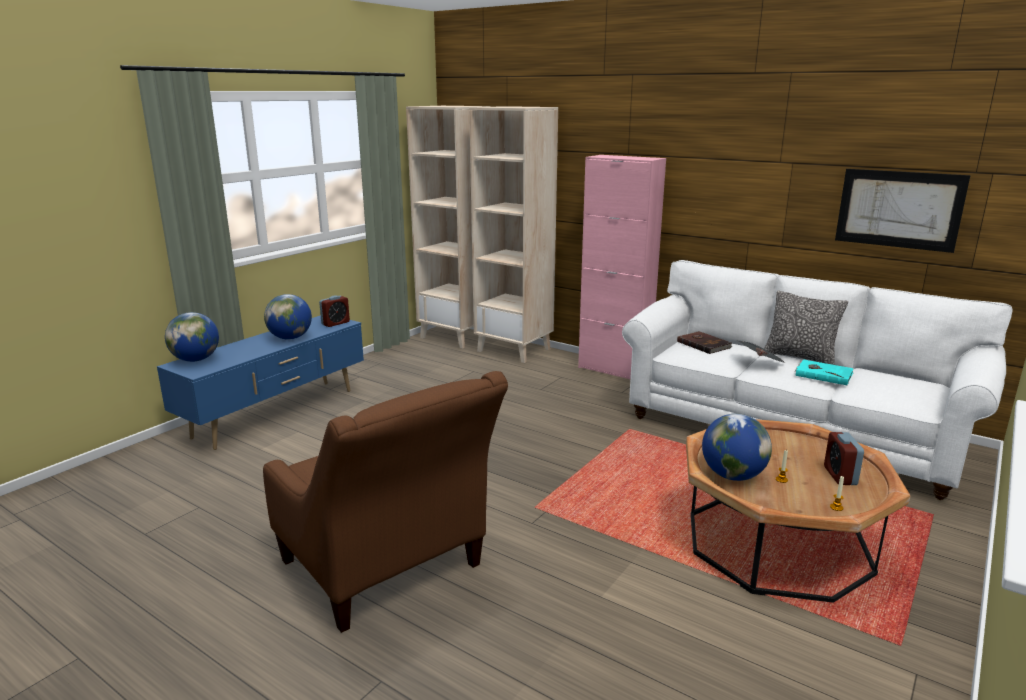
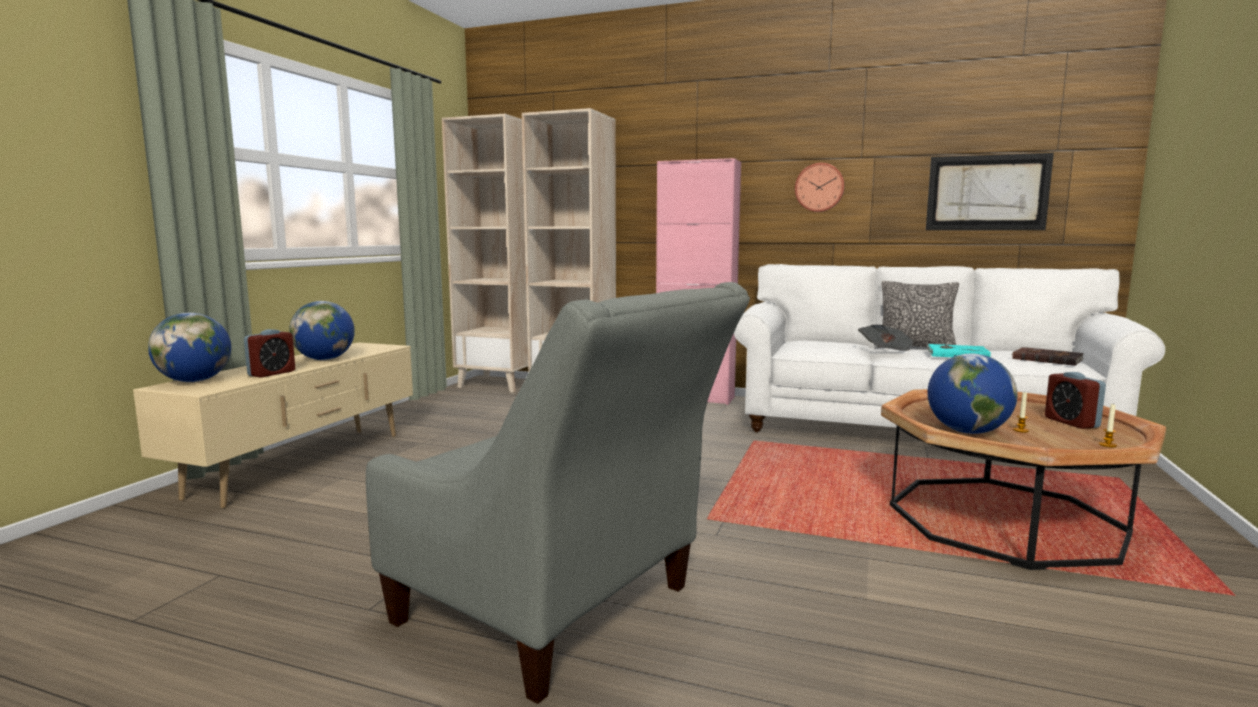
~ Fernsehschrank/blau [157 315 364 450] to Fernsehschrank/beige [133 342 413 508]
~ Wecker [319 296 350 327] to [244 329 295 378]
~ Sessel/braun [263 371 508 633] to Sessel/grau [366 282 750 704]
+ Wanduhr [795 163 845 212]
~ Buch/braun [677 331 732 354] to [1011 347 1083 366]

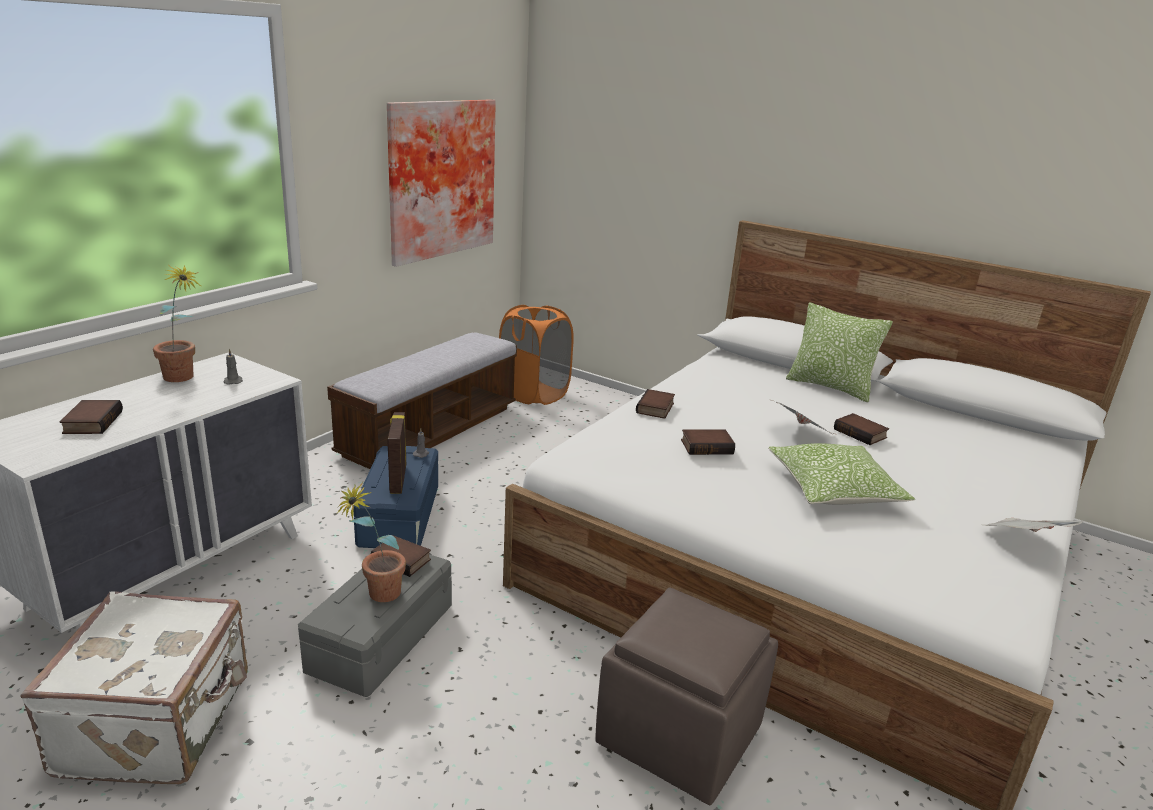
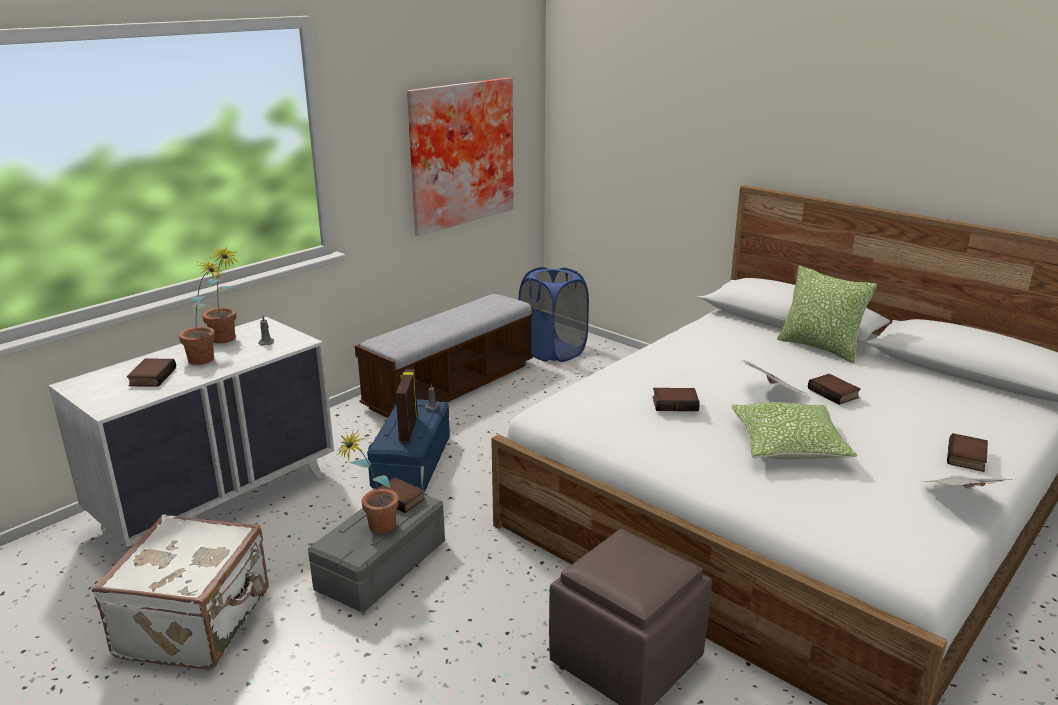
+ Topfpflanze [179 260 226 365]
~ Wäschekorb/orange [499 305 574 405] to Wäschekorb/blau [519 267 589 362]
~ Buch [636 389 675 419] to [947 433 988 472]

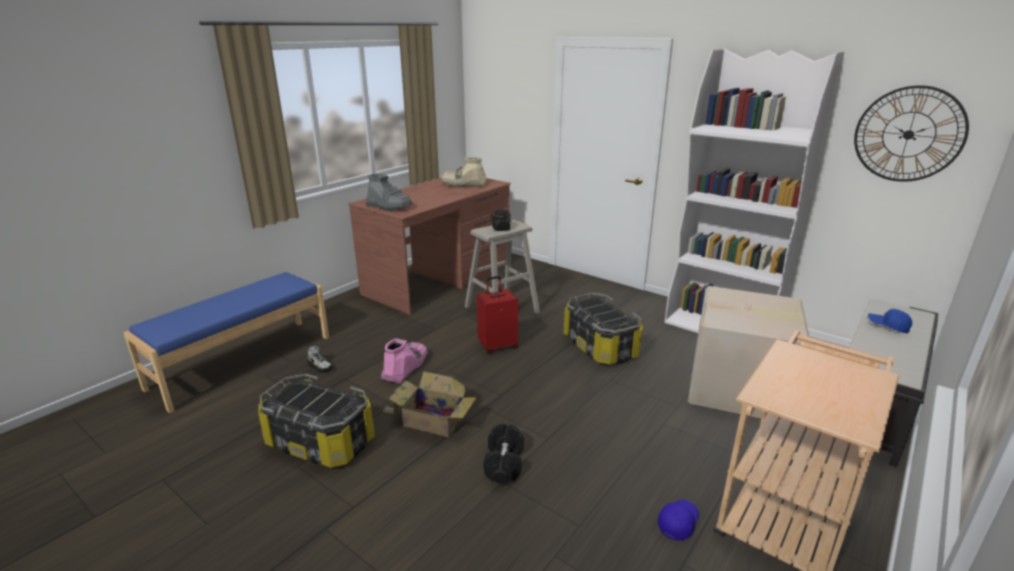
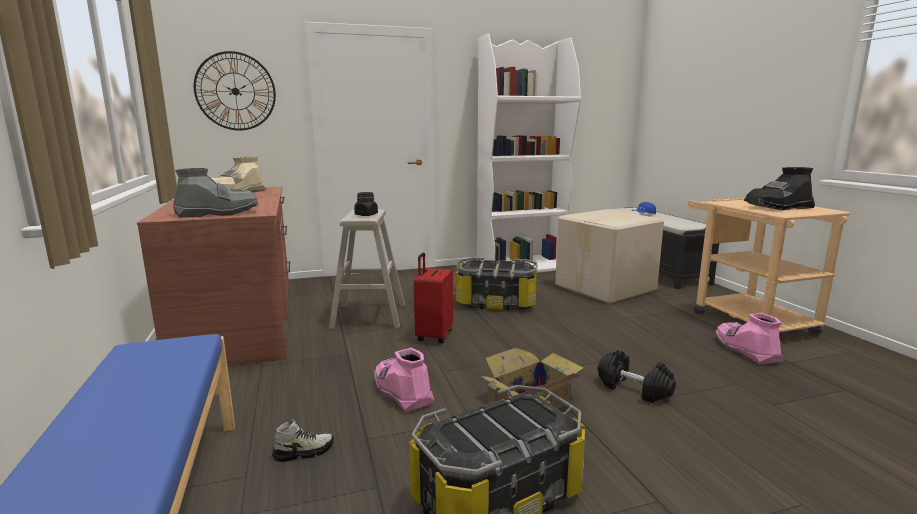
~ Wanduhr [854 85 969 182] to [194 51 276 131]
~ Kappe/blau [658 500 699 540] to Stiefel/rosa [714 313 783 365]
+ Stiefel/schwarz [744 167 815 210]

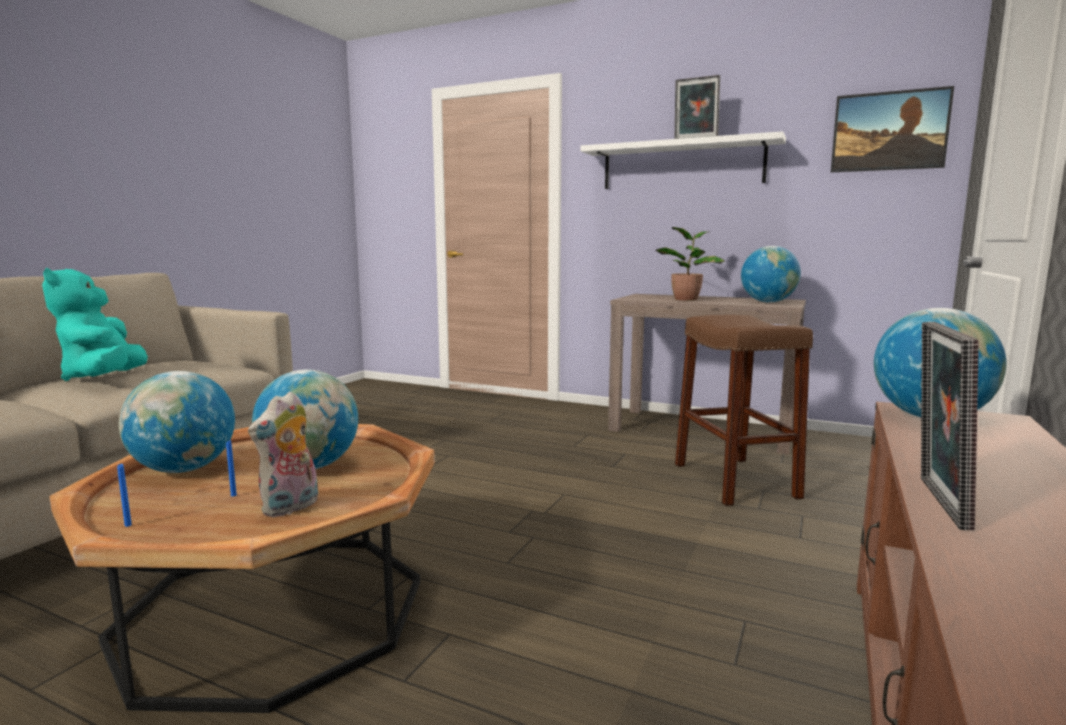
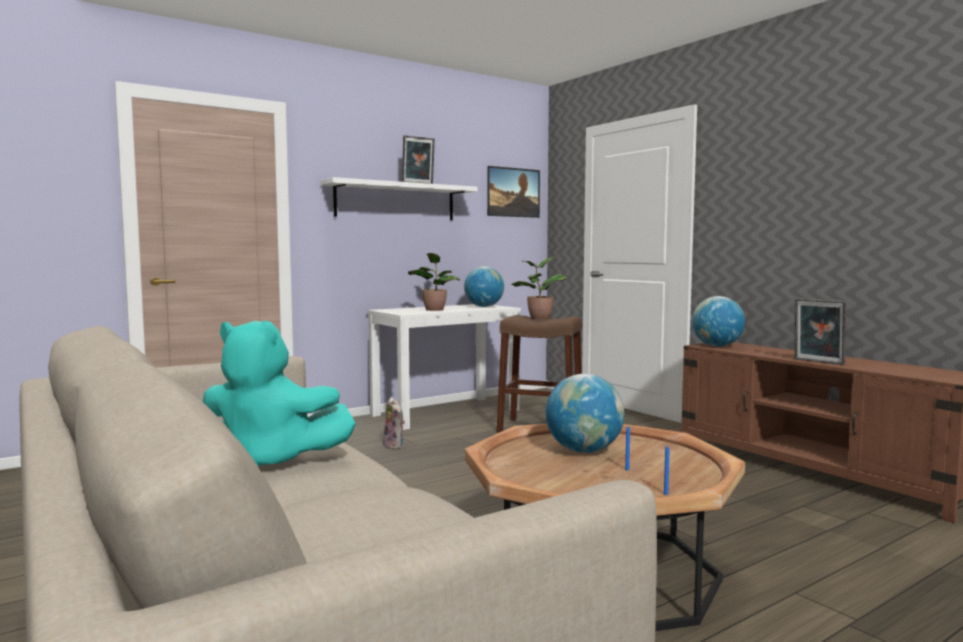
~ Konsolentisch/braun [608 294 806 455] to Konsolentisch/weiß [367 304 521 430]
~ Plüschtier [248 391 318 517] to [383 397 405 450]
+ Topfpflanze [511 257 568 319]
- Globus [119 371 235 473]

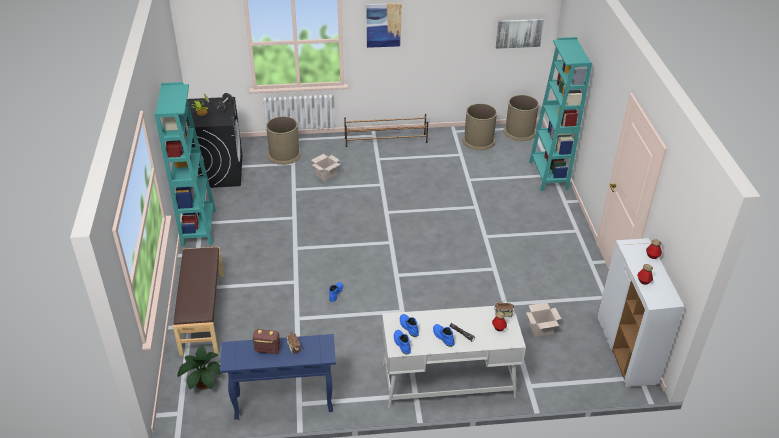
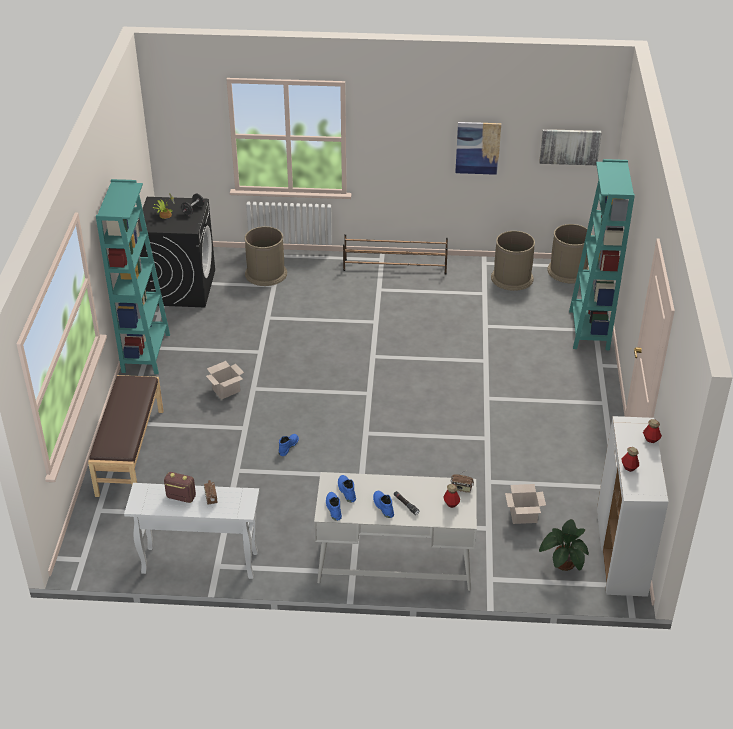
~ Konsolentisch/blau [220 334 336 419] to Konsolentisch/weiß [124 483 259 579]
~ Karton [312 154 341 182] to [206 361 244 400]
~ Bild [366 3 402 48] to [455 122 501 175]
~ Topfpflanze [177 346 221 390] to [539 519 589 571]

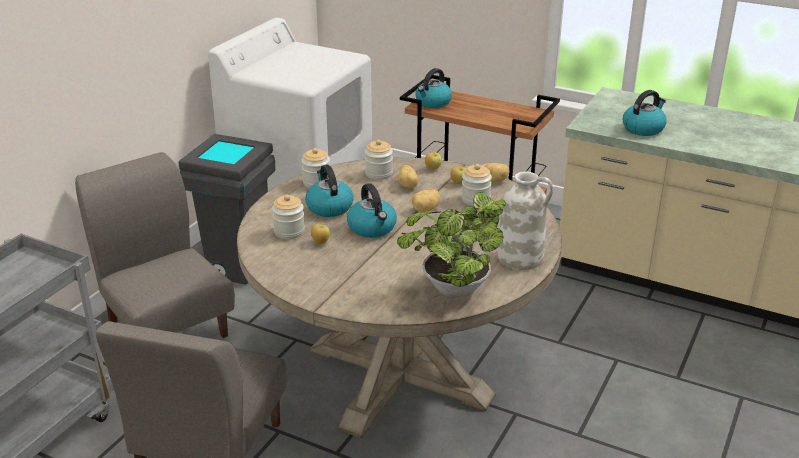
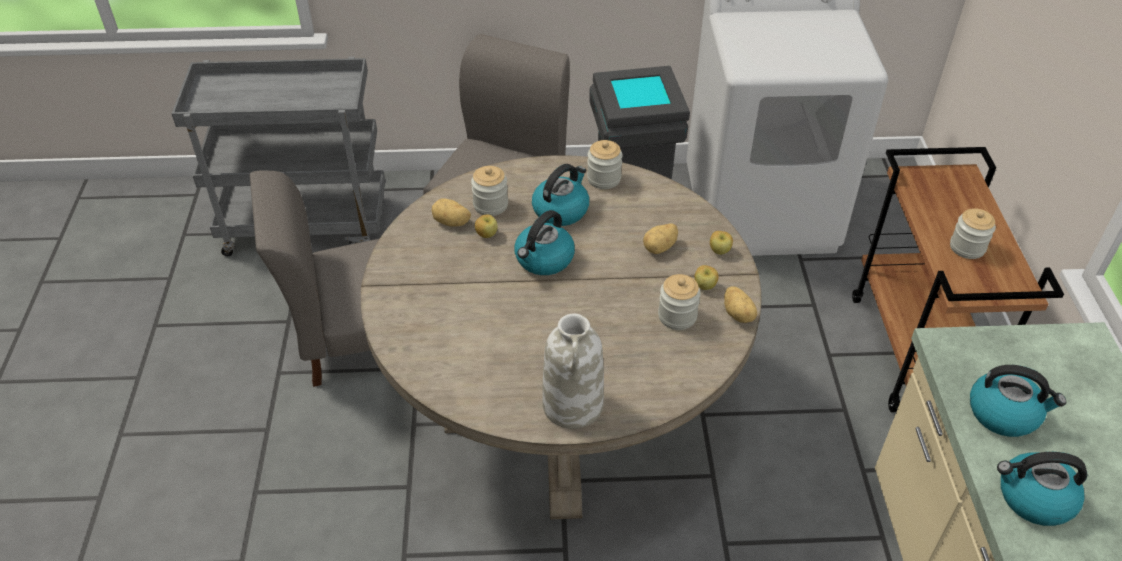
~ Kartoffel [412 189 440 212] to [432 198 471 227]
~ Vorratsglas [365 140 393 180] to [950 208 996 259]
~ Wasserkessel [415 68 452 108] to [997 452 1087 526]
- Topfpflanze [397 192 506 297]

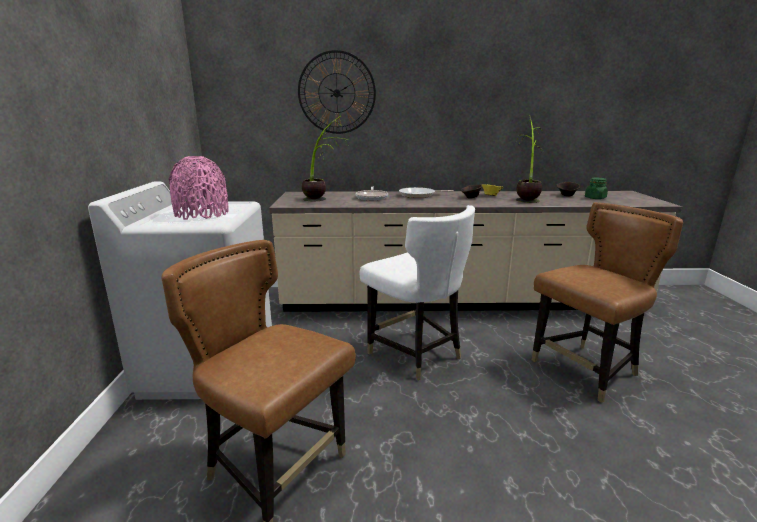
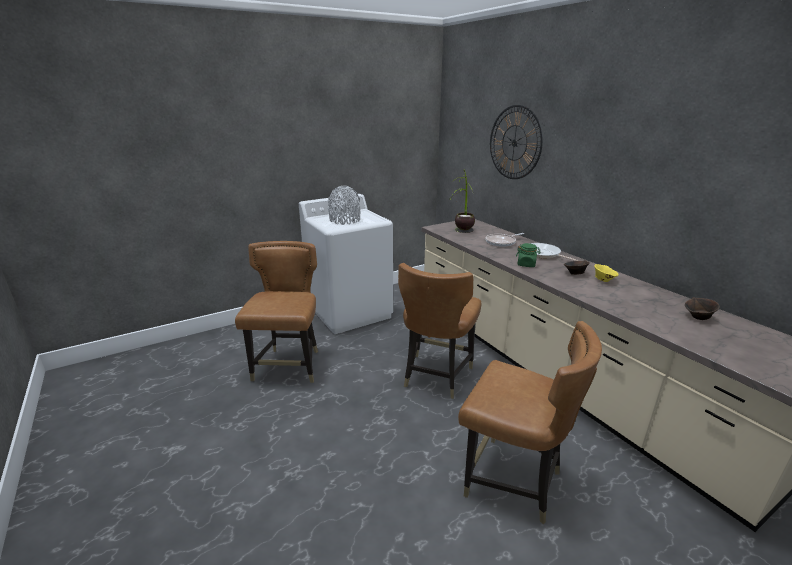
~ Vase/rosa [169 156 229 220] to Vase/grau [328 186 360 225]
~ Stuhl/weiß [359 205 475 380] to Stuhl/braun [398 263 481 399]
~ Vorratsglas/grün [585 178 608 199] to [516 243 541 267]
- Topfpflanze [516 115 544 203]

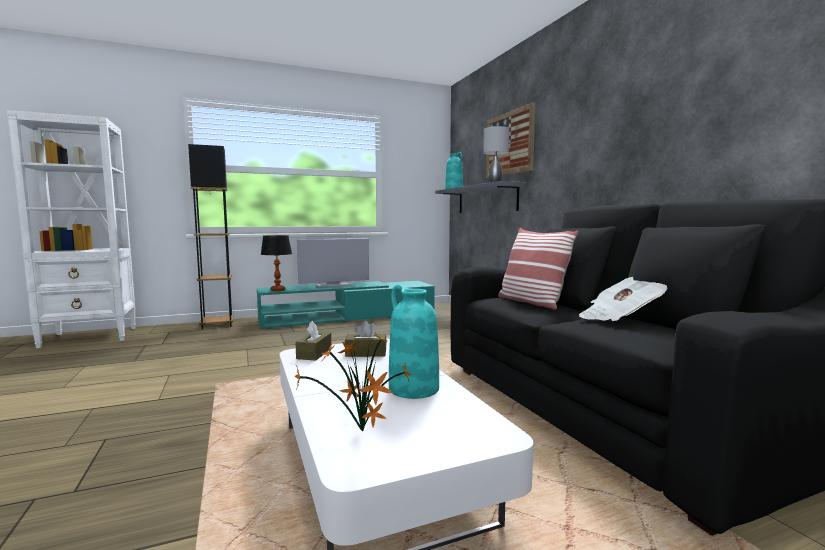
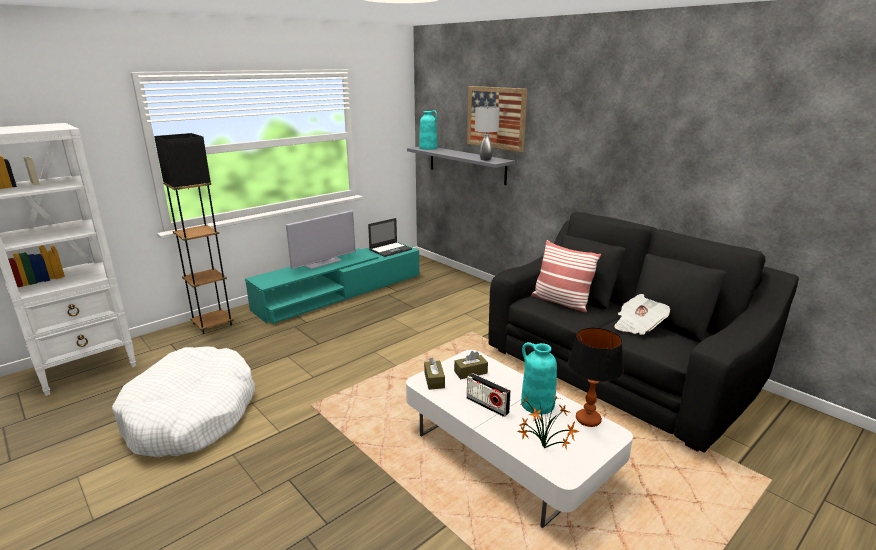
+ Hundebett/weiß [112 347 255 457]
+ Laptop [368 218 412 257]
+ Radio [467 373 511 417]
~ Tischlampe [261 235 292 291] to [568 328 624 427]

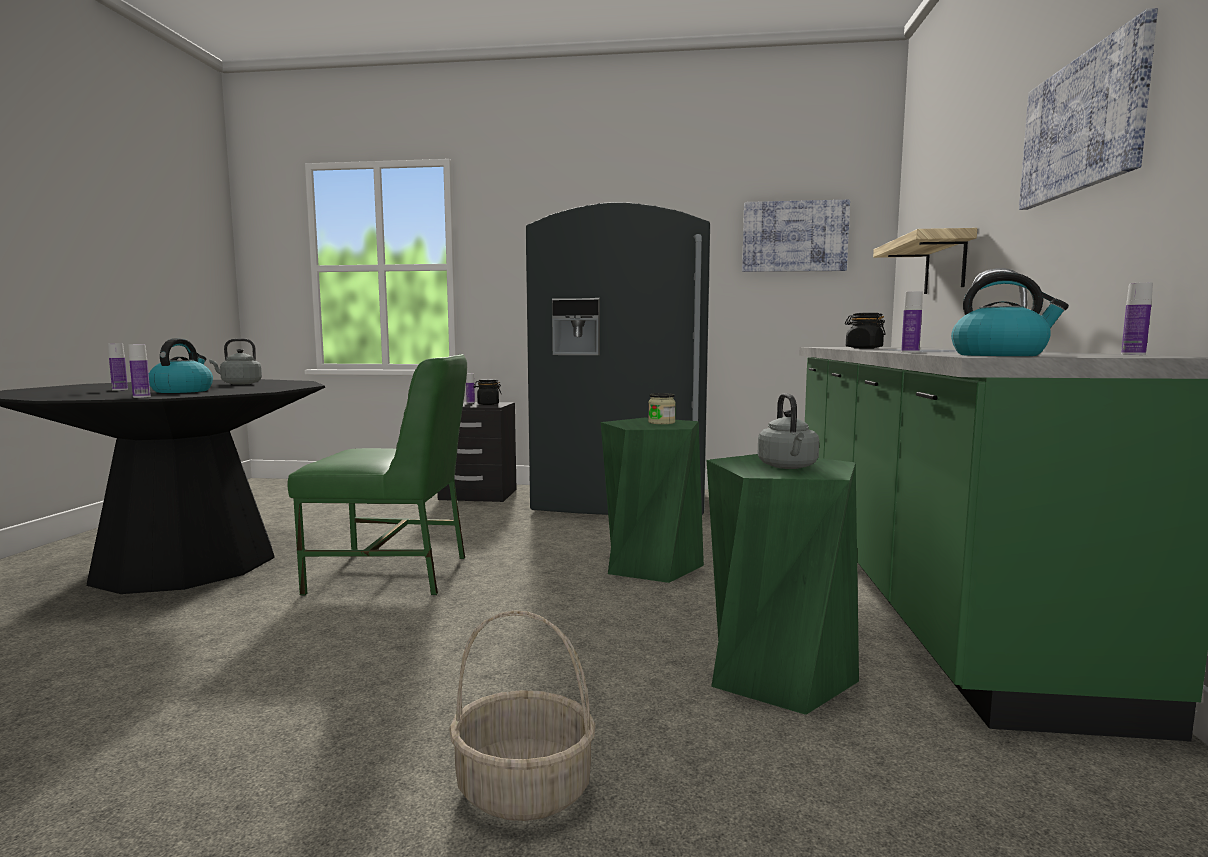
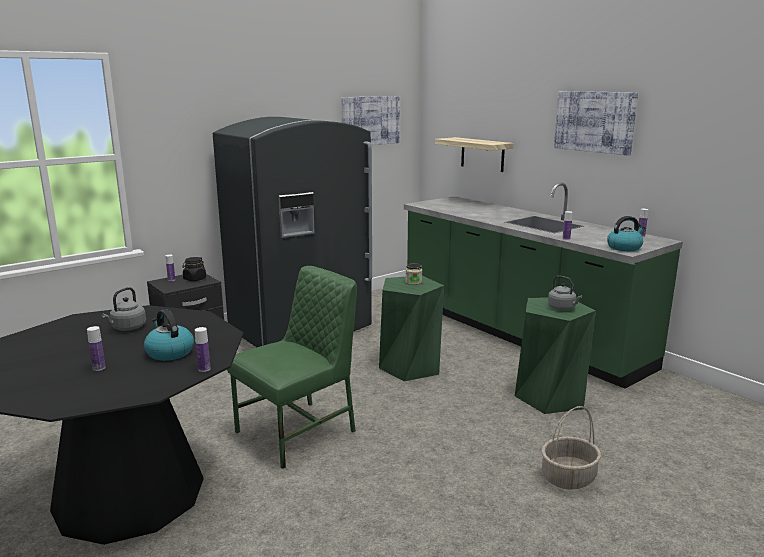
- Vorratsglas/schwarz [845 313 886 349]

